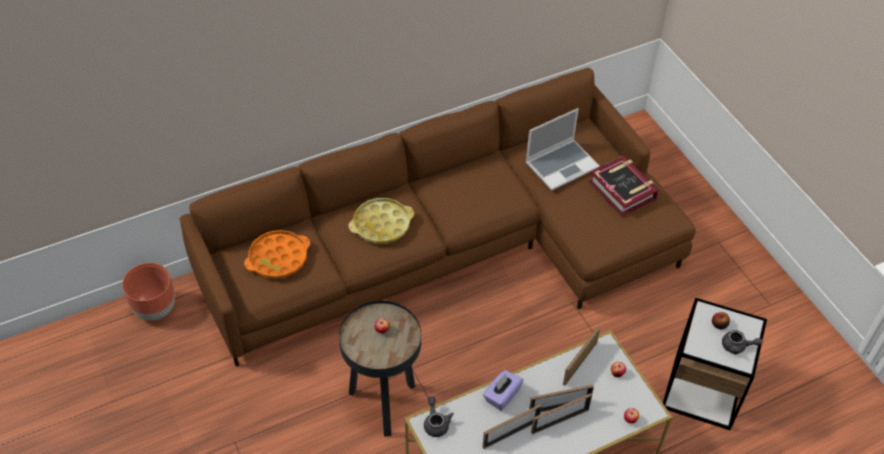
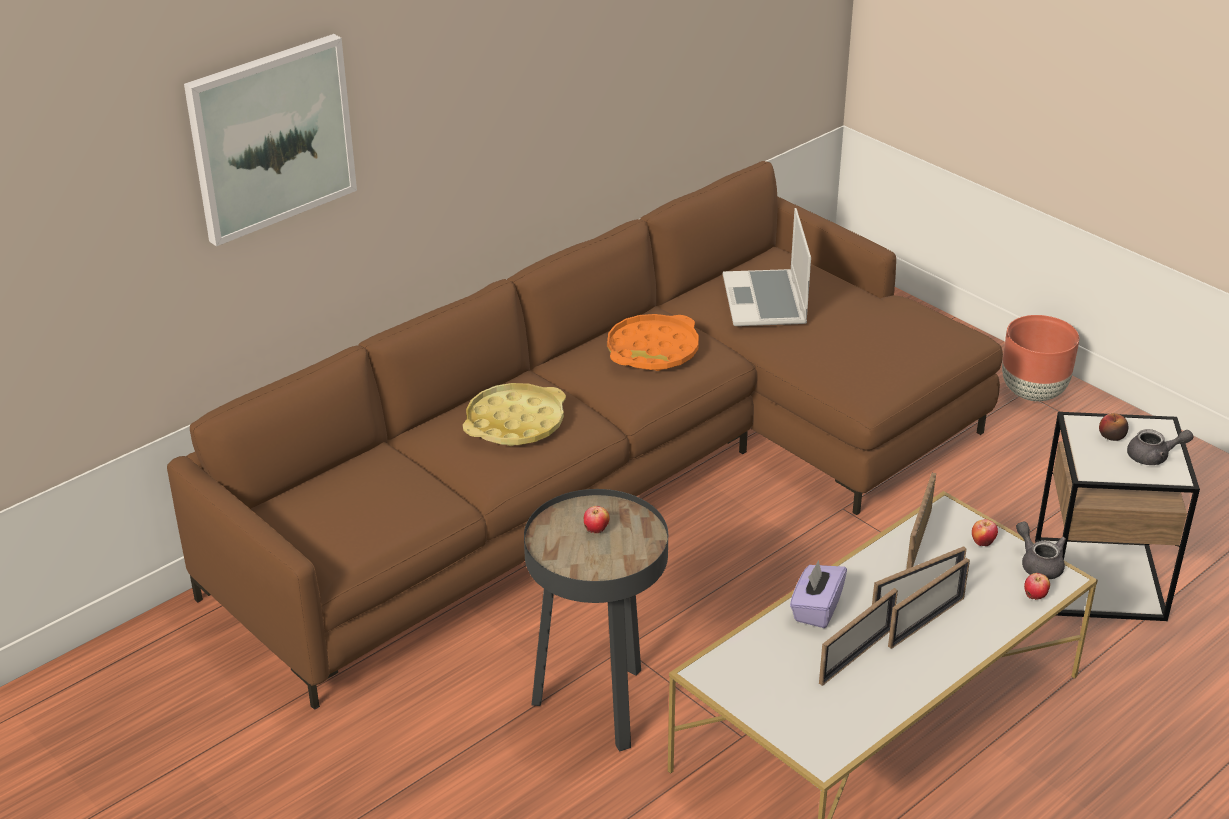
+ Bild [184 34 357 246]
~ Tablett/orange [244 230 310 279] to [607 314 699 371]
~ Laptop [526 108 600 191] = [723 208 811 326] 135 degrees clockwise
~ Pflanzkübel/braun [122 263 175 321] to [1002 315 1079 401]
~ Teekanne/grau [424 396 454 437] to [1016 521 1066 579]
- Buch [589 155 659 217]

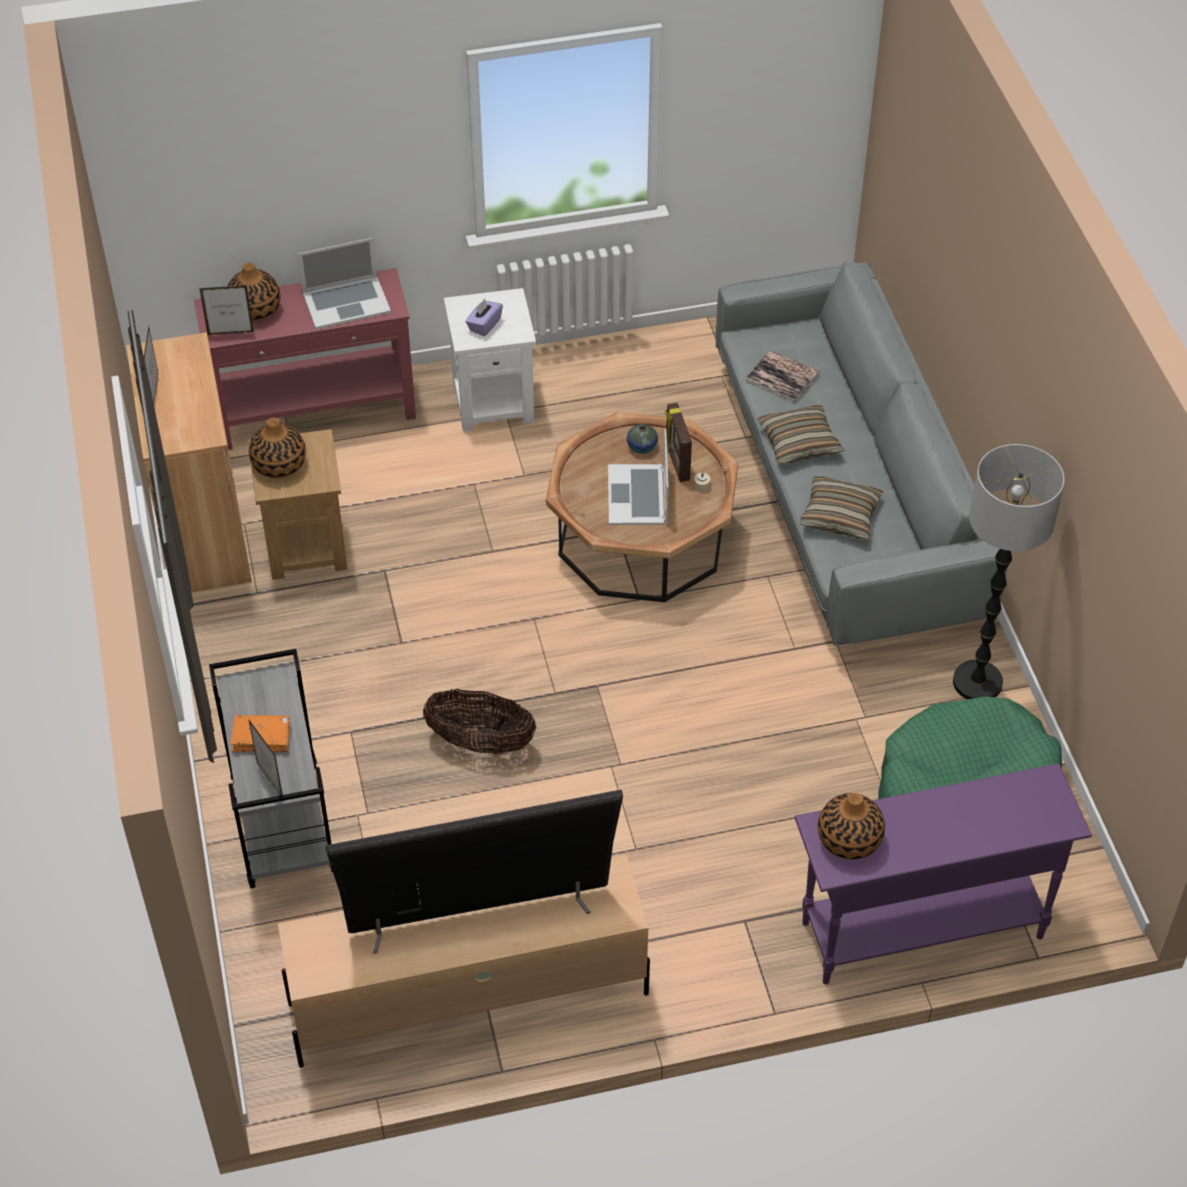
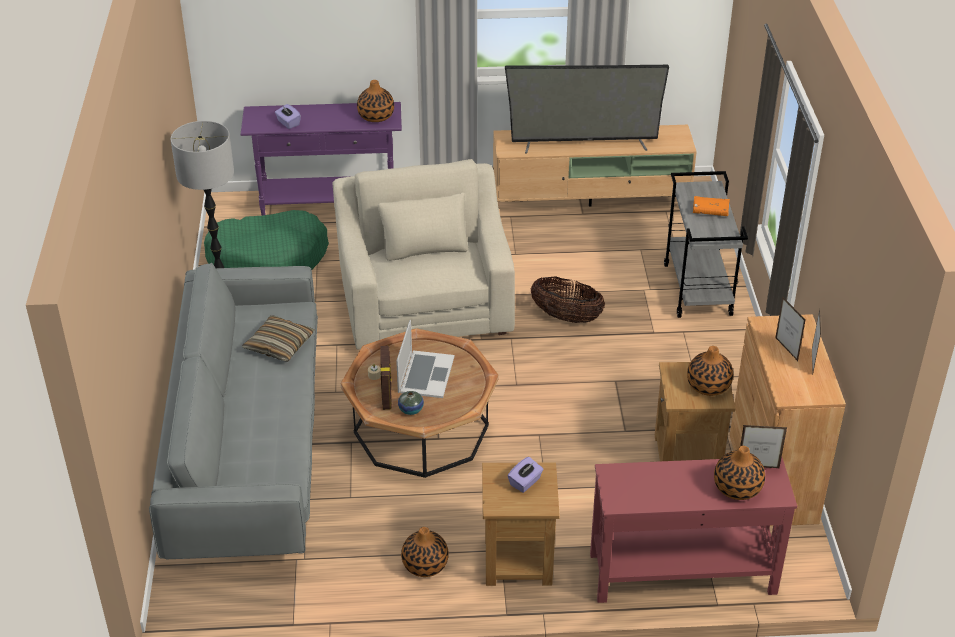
+ Taschentuchbox/lila [275 104 301 129]
+ Sessel/beige [332 159 515 350]
+ Vase [401 527 449 577]
~ Beistelltisch/weiß [444 288 536 432] to Beistelltisch/braun [482 463 560 586]
~ Bilderrahmen [249 720 283 795] to [775 296 805 361]
- Laptop [298 238 391 329]
- Buch [746 350 820 403]
- Kissen [758 405 844 464]

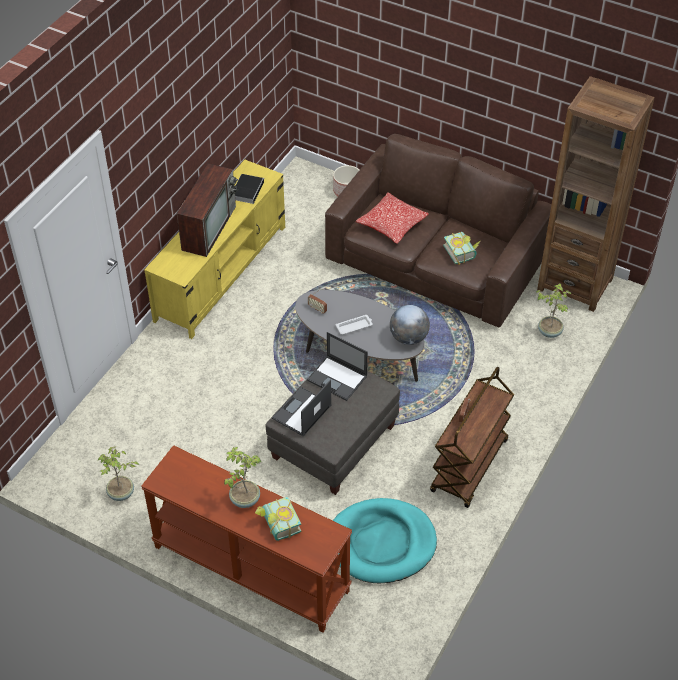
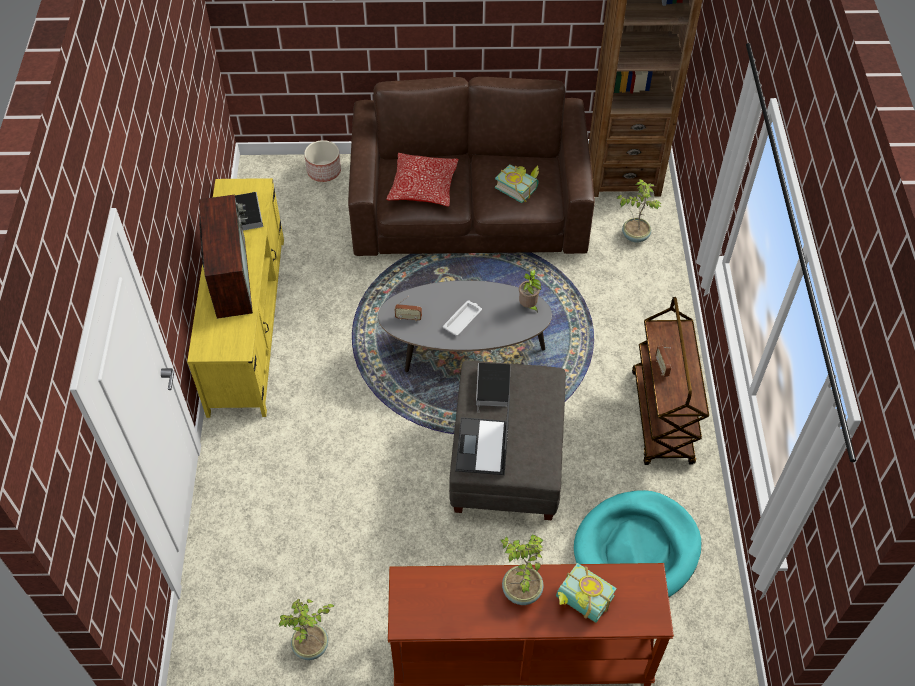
~ Laptop [307 332 368 401] to Buch [476 363 511 411]
~ Globus [390 305 430 345] to Topfpflanze [519 270 541 313]

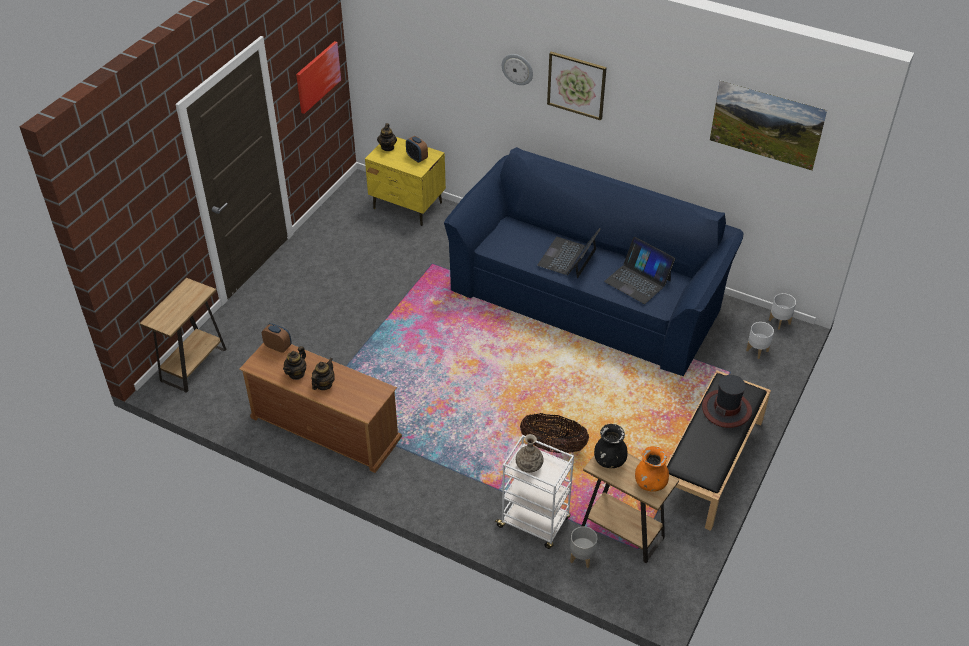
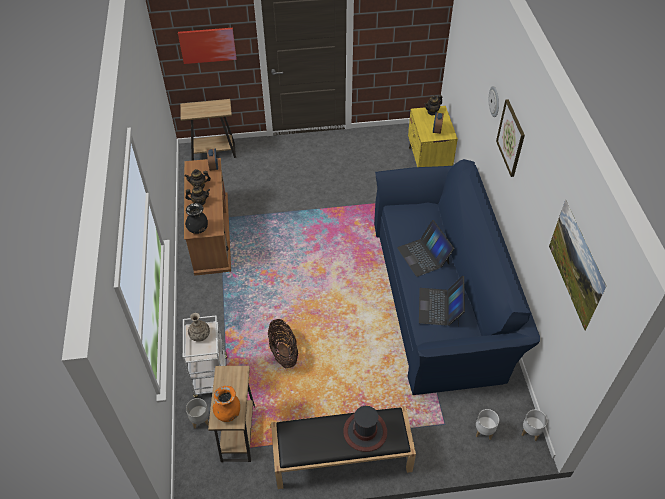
~ Bild [296 41 341 114] to [178 28 237 64]
~ Vase/schwarz [594 424 627 468] to [185 203 208 234]
~ Laptop [537 228 601 279] = [397 220 454 277] 105 degrees counterclockwise

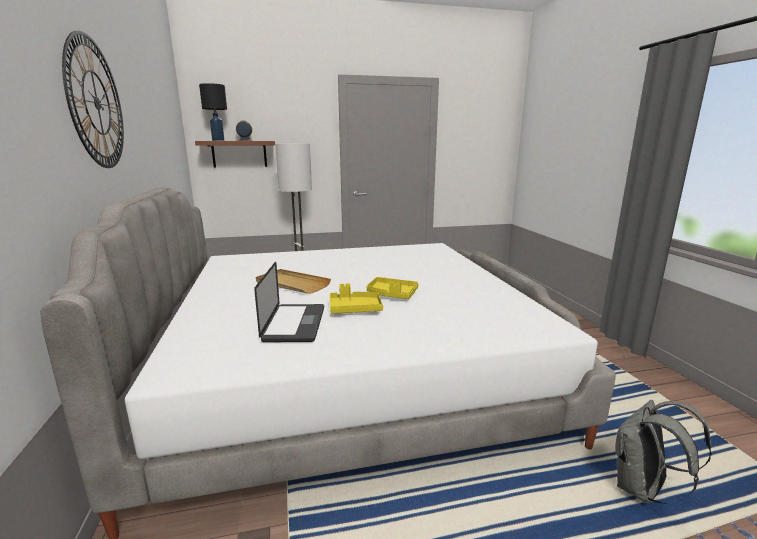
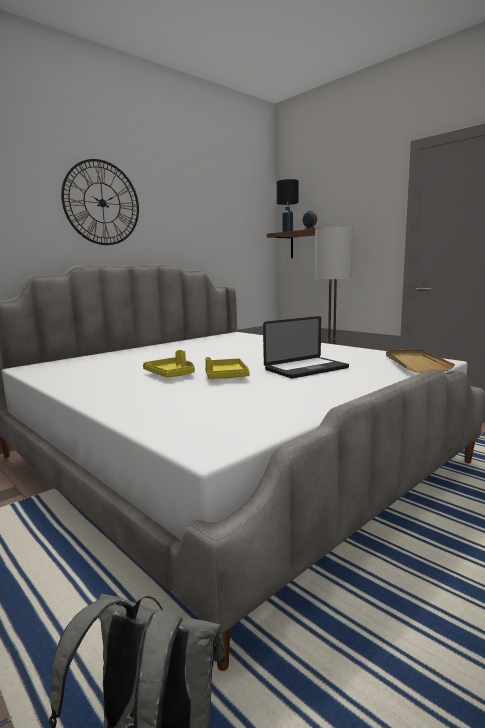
~ Laptop [254 262 324 342] to [263 316 349 378]
~ Tablett/beige [256 269 331 294] to [386 350 455 373]

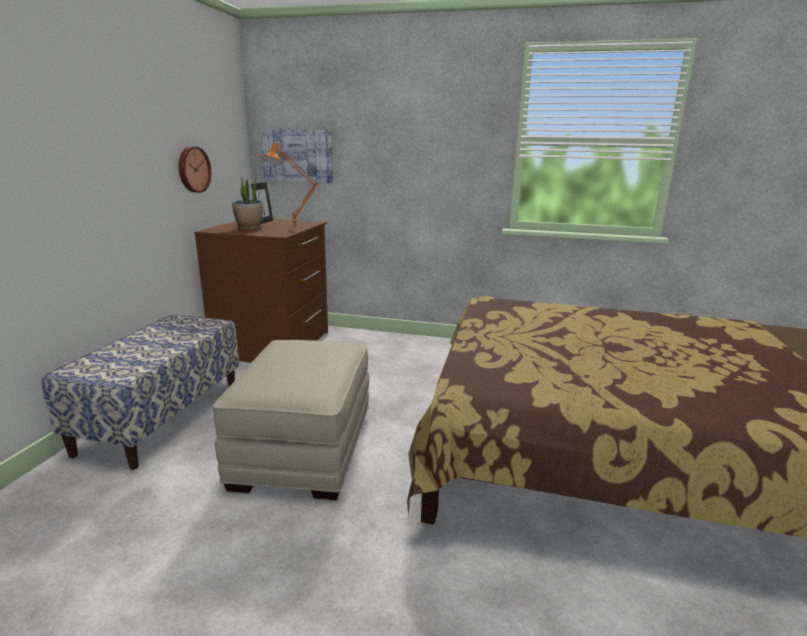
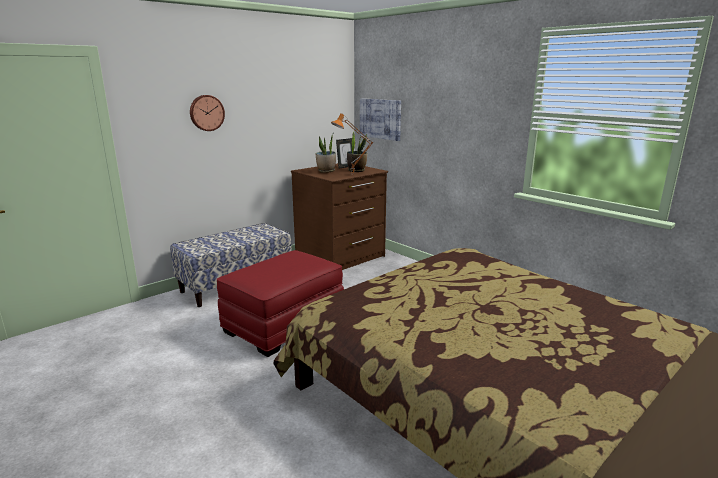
~ Wanduhr [179 146 211 193] to [190 95 225 131]
~ Polsterhocker/beige [213 340 369 500] to Polsterhocker/rot [217 250 344 357]
+ Topfpflanze [347 132 367 172]

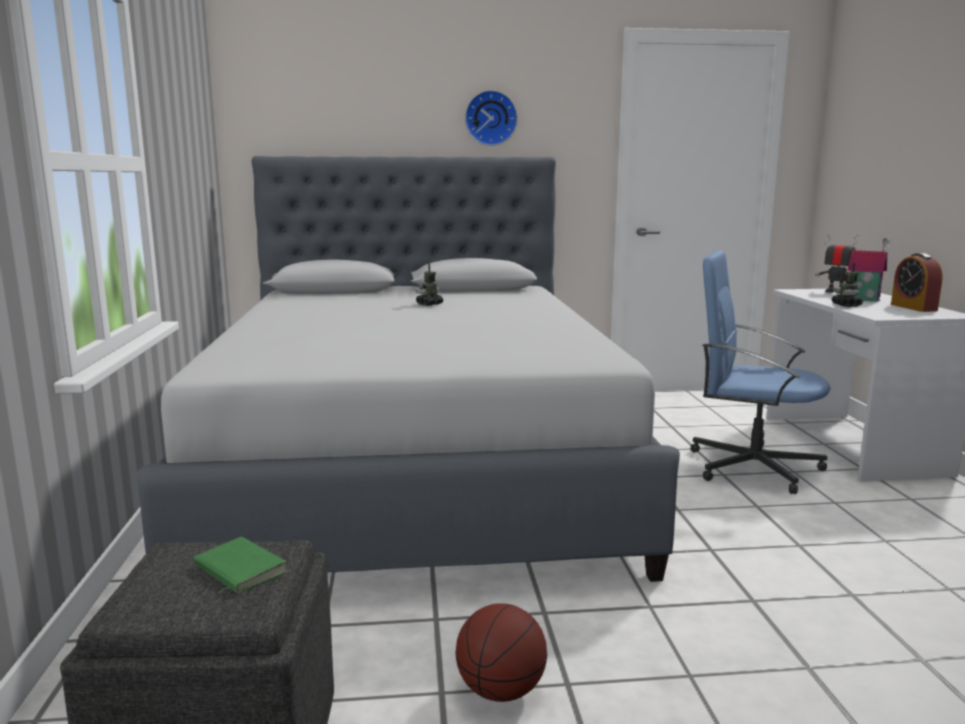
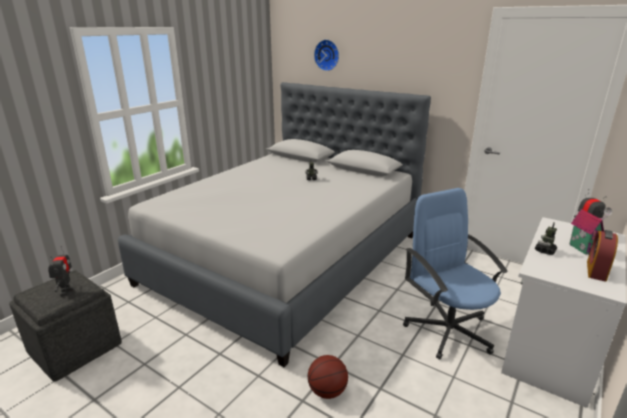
~ Buch/grün [194 537 287 594] to Spielzeugroboter [48 246 75 297]
~ Basketball [455 603 547 702] to [308 355 348 399]
~ Wanduhr [465 90 518 146] to [314 39 339 71]

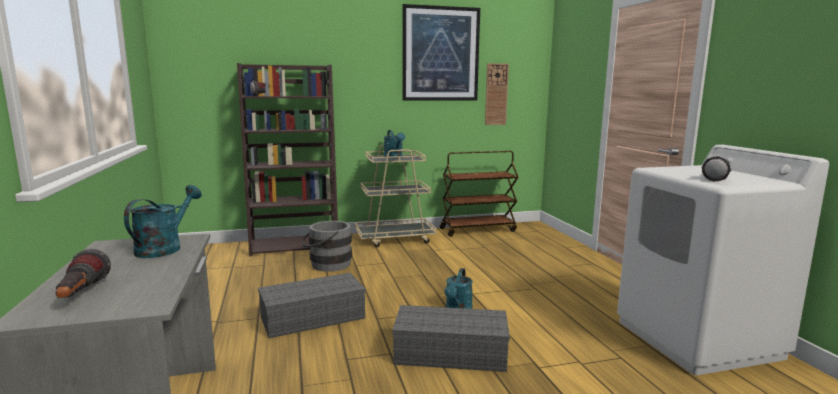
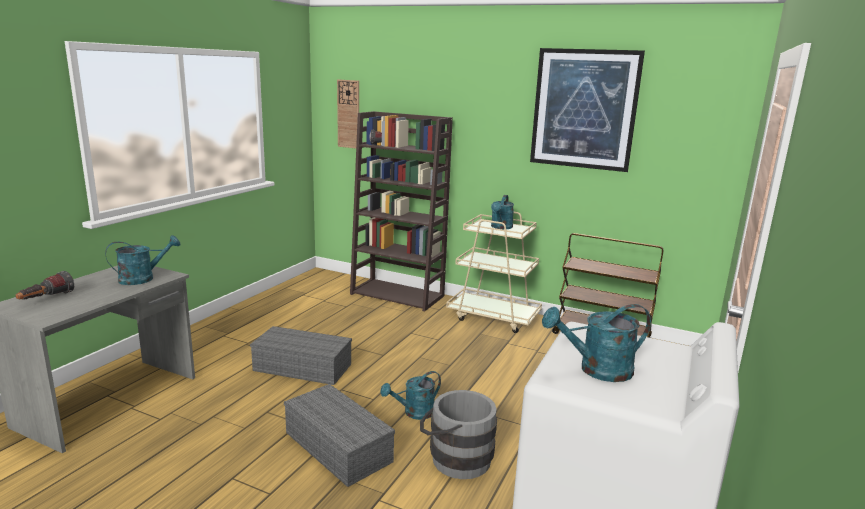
~ Wanduhr [485 63 509 125] to [337 79 359 148]
~ Eimer/grau [301 221 352 272] to [420 390 497 479]
~ Taschenlampe [702 156 732 182] to Gießkanne/türkis [542 304 651 382]

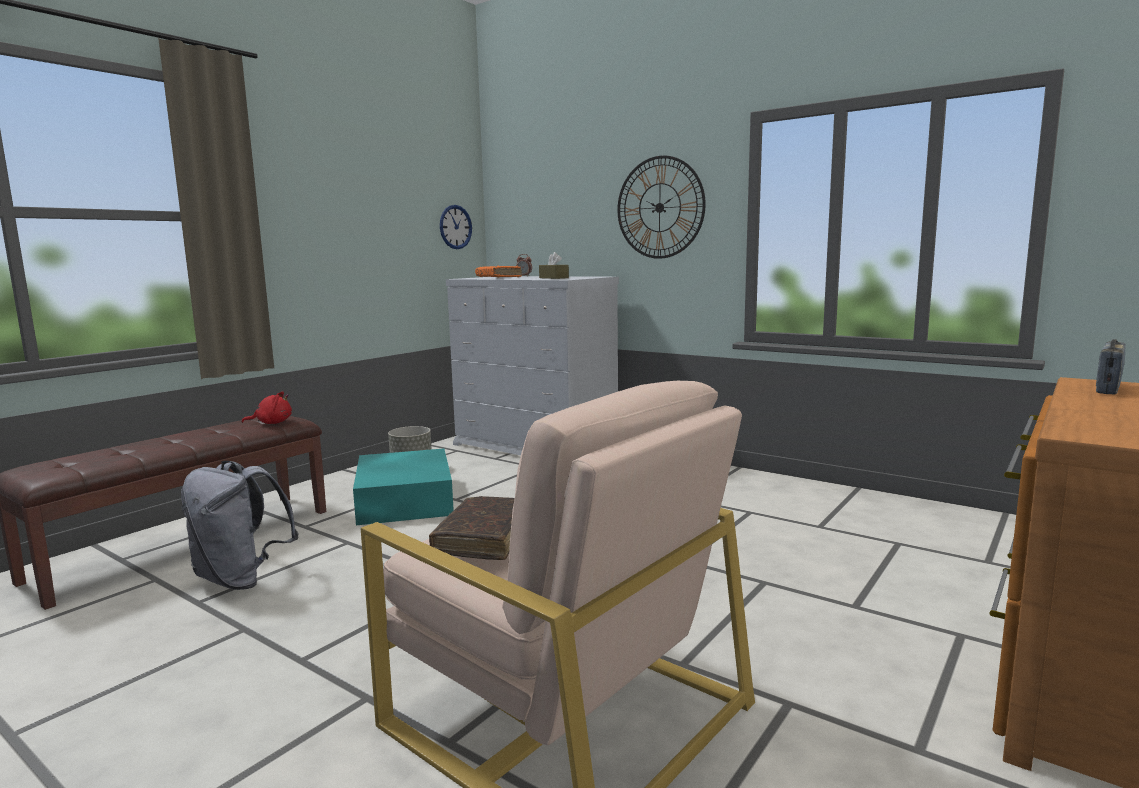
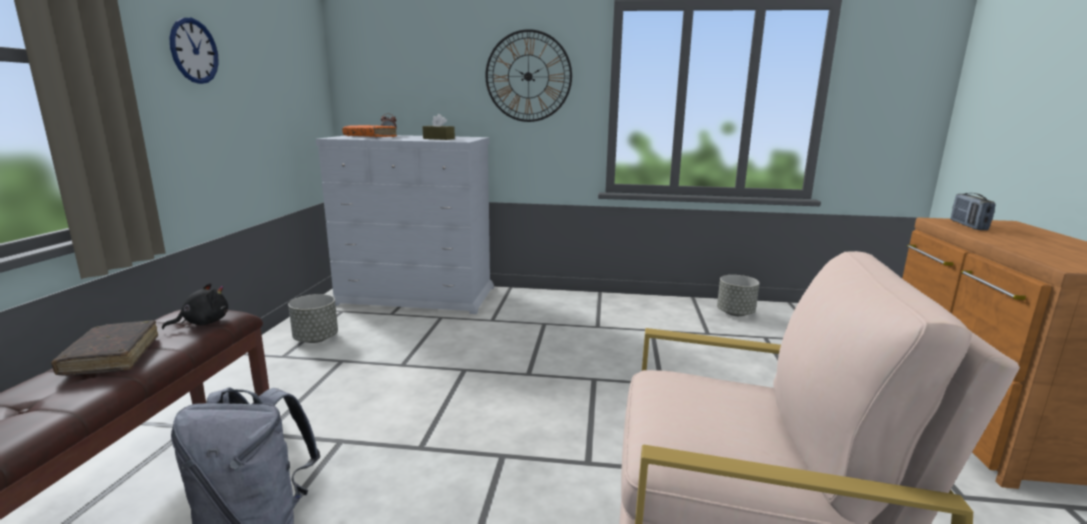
~ Buch/braun [429 496 515 560] to [51 320 158 375]
~ Plüschtier/rot [241 391 292 424] to Plüschtier/schwarz [162 283 228 329]
~ Wanduhr [440 205 472 249] to [169 18 219 84]
+ Pflanzkübel/grau [717 275 759 316]
- Aufbewahrungsbox/türkis [353 448 454 525]

